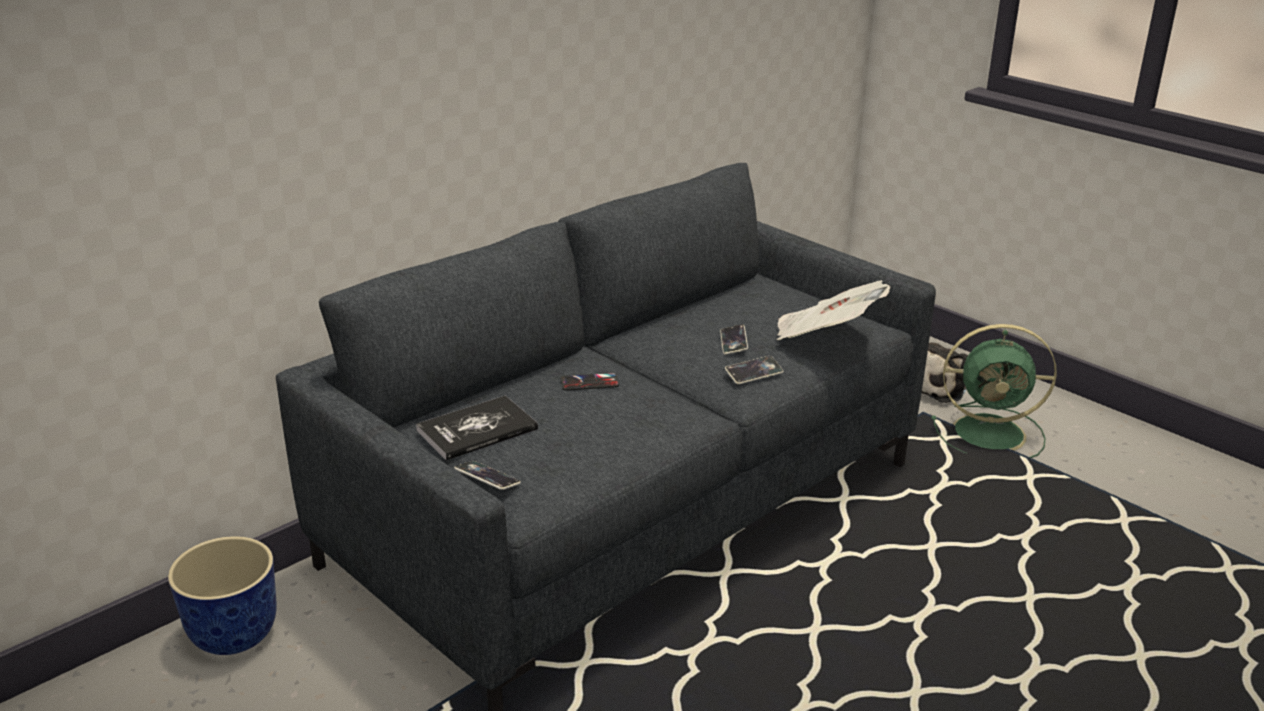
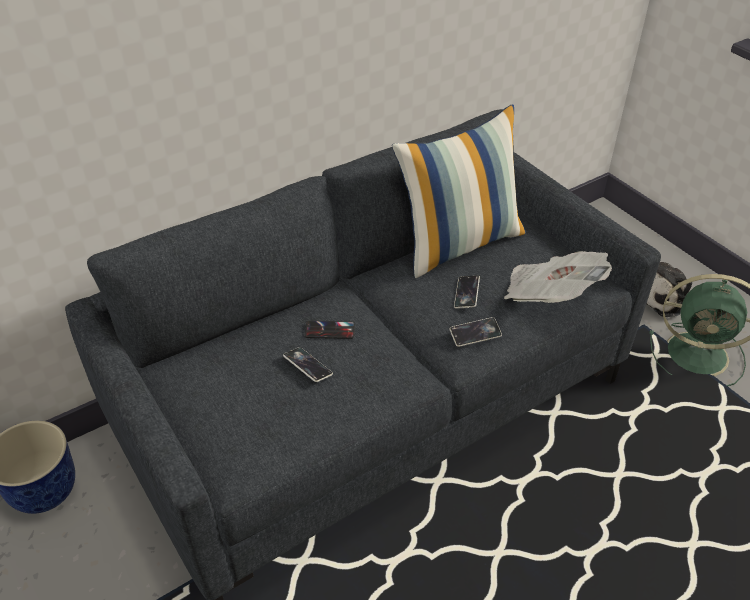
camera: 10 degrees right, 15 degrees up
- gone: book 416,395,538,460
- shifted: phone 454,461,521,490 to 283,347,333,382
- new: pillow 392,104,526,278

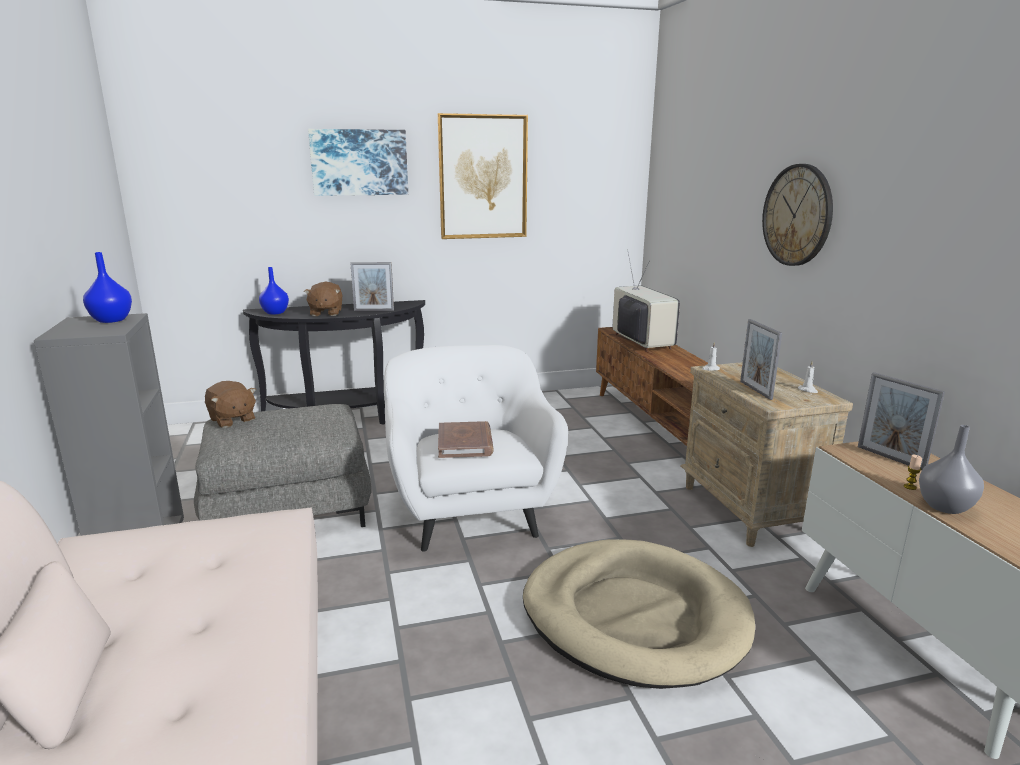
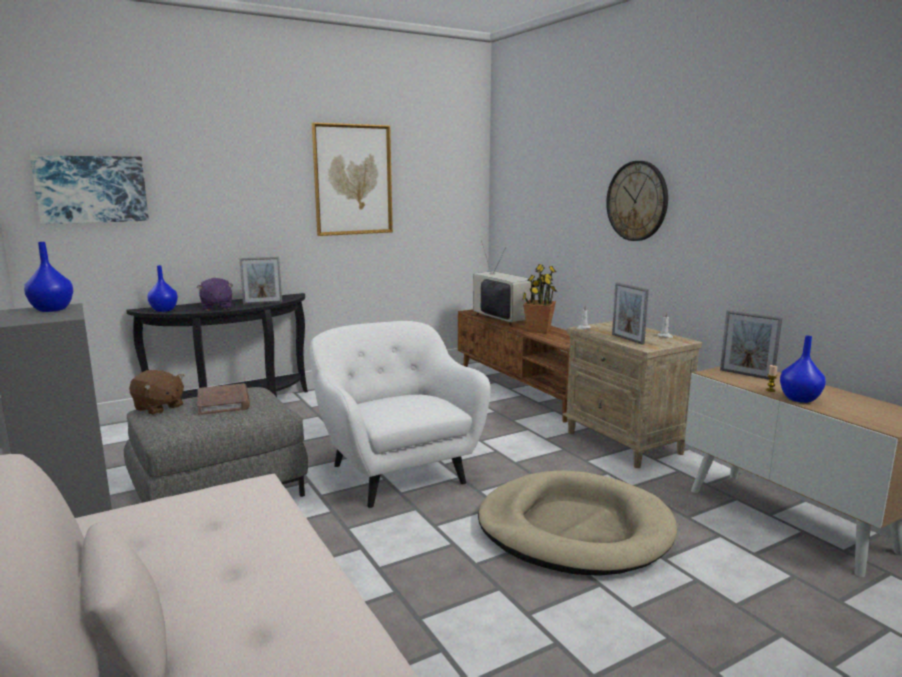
camera: 15 degrees left, 5 degrees down
- repainted: brown plush toy 304,282,342,316 to purple plush toy 197,278,233,311
- shifted: picture 308,129,408,196 to 30,155,149,224
- shifted: brown book 438,421,494,458 to 197,383,250,415
- repainted: grey vase 919,425,984,514 to blue vase 780,336,826,403
- new: potted plant 522,264,557,333

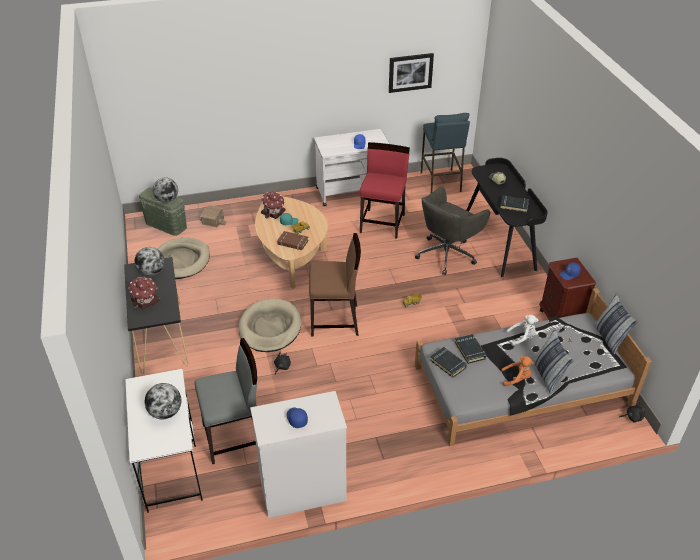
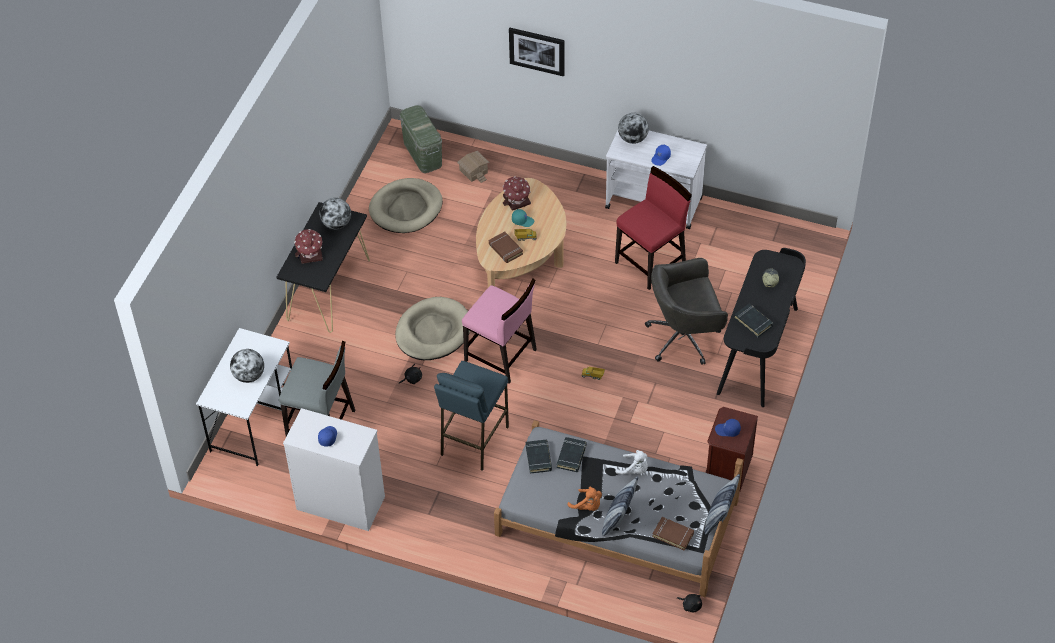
camera: 35 degrees right, 10 degrees up
- shifted: globe 153,177,178,203 to 618,113,649,144
- repainted: brown chair 309,233,361,336 to pink chair 462,278,537,384
- shifted: picture 389,53,434,93 to 509,28,565,77
- shifted: blue stool 421,113,470,193 to 434,361,509,471
- new: brown book 652,517,694,551

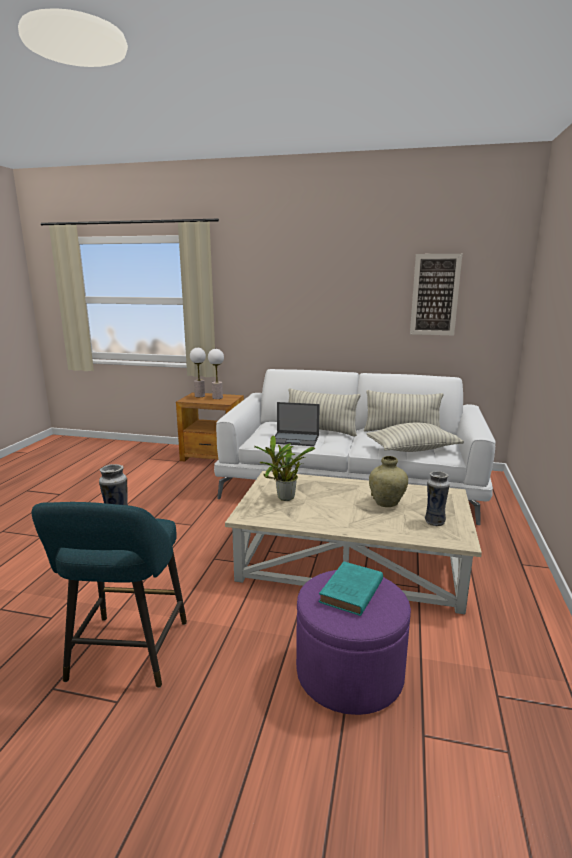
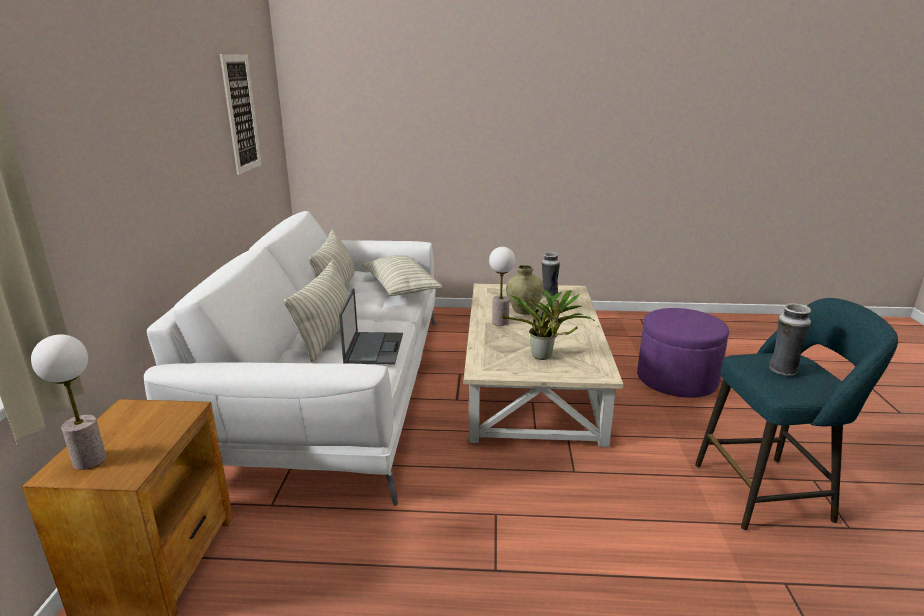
camera: 100 degrees left, 5 degrees up
- shifted: table lamp 208,349,224,399 to 489,247,515,326
- gone: turquoise book 319,561,383,616

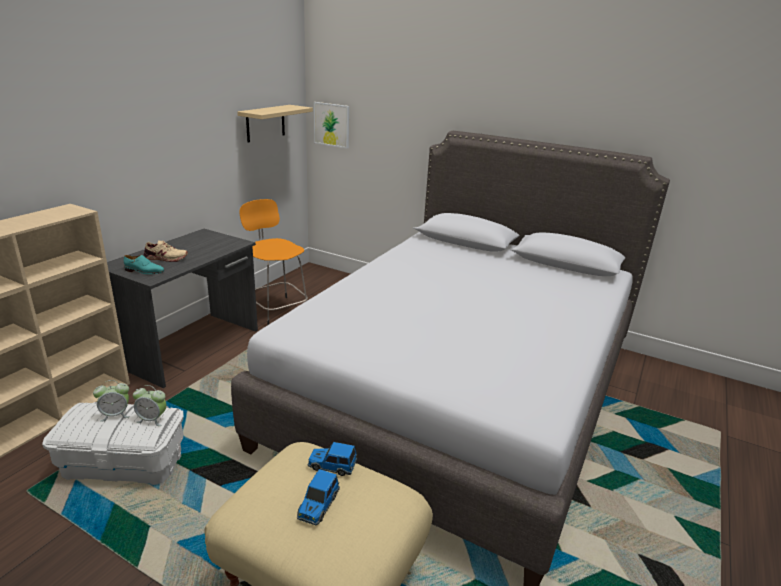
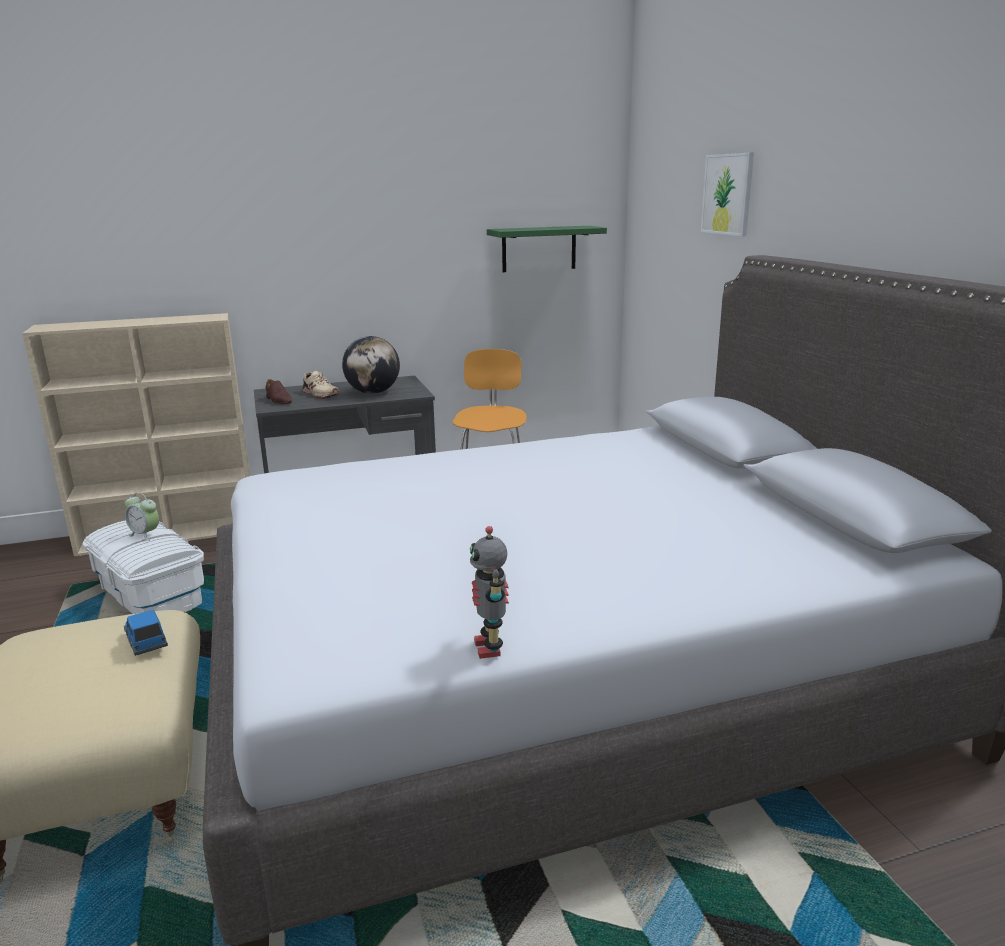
camera: 45 degrees right, 5 degrees down
- repainted: turquoise shoe 124,255,164,274 to brown shoe 265,379,292,405
- gone: alarm clock 133,385,166,426
- repainted: beige shelf 237,105,313,142 to green shelf 487,226,607,272
- gone: toy car 297,469,340,525
- shifted: picture 314,102,349,148 to 701,152,754,236
- new: globe 342,336,400,394
- new: toy robot 470,526,509,659

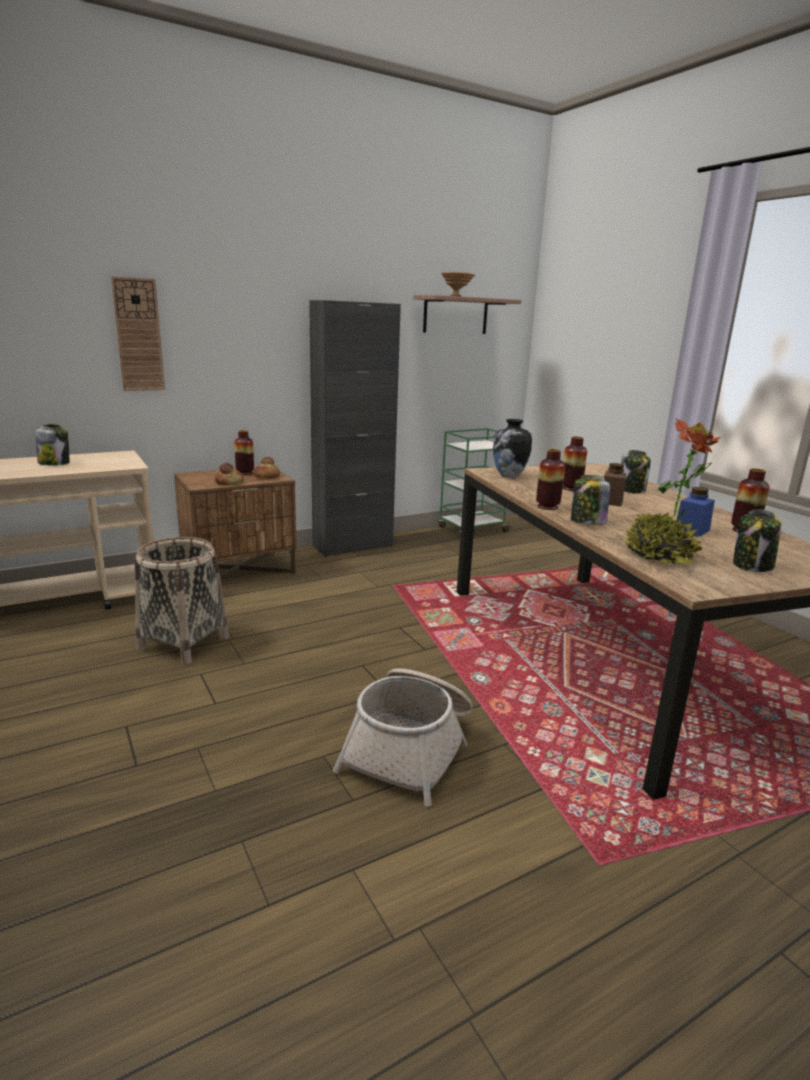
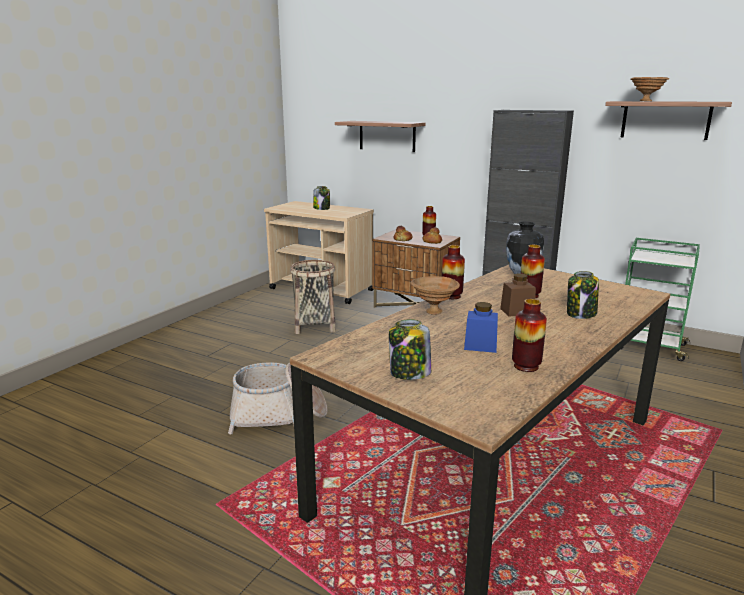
camera: 60 degrees right, 0 degrees up
- swapped: wall clock 111,276,165,391 to shelf 335,121,426,152
- swapped: jar 571,475,610,525 to brown bowl 410,276,460,315
- gone: potted plant 623,419,721,568

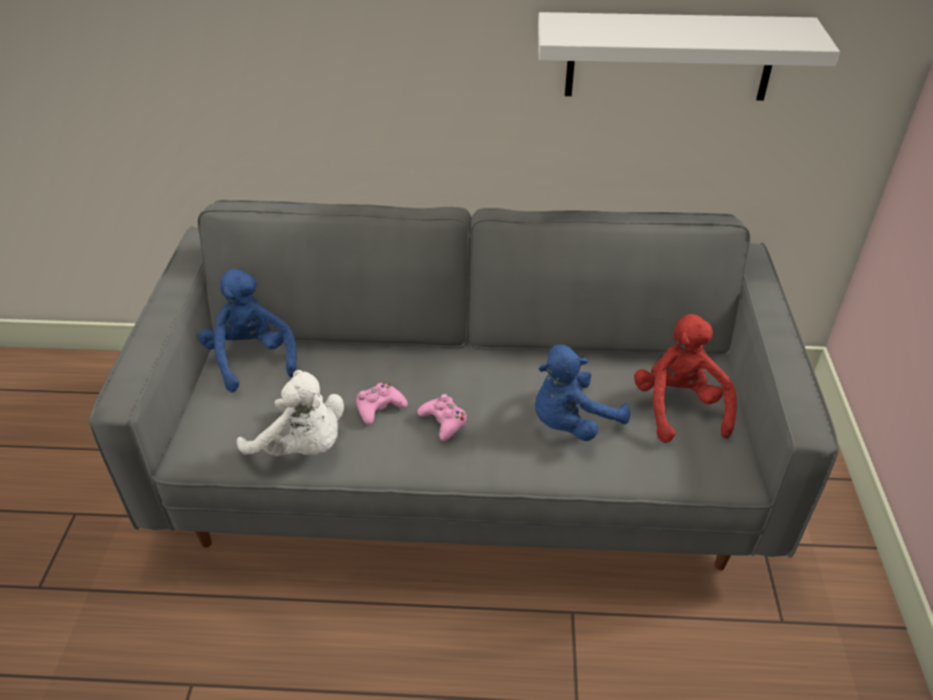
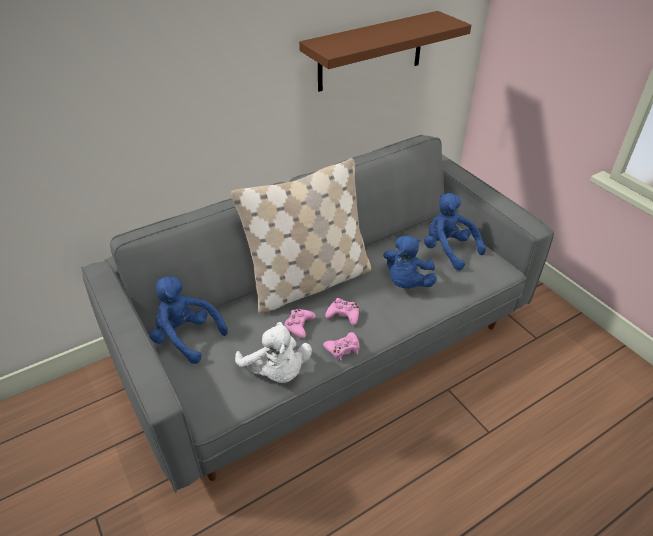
camera: 35 degrees left, 0 degrees up
- rotated: white plush toy 237,370,344,456 = 235,322,312,383 60 degrees clockwise
- repainted: white shelf 538,12,840,101 to brown shelf 299,11,471,92
- repainted: red plush toy 634,314,737,443 to blue plush toy 424,193,486,271
- new: beige pillow 231,158,371,314
- new: pink game controller 323,332,360,361

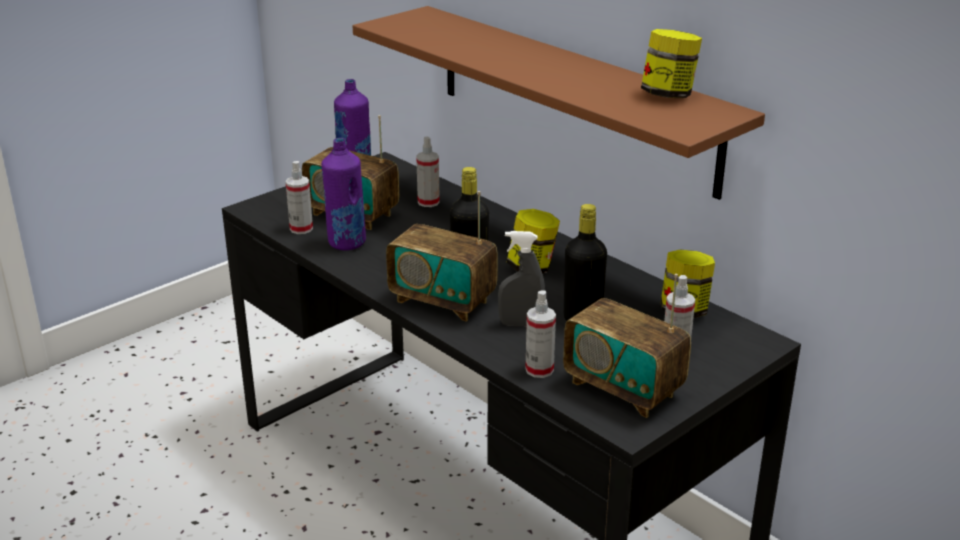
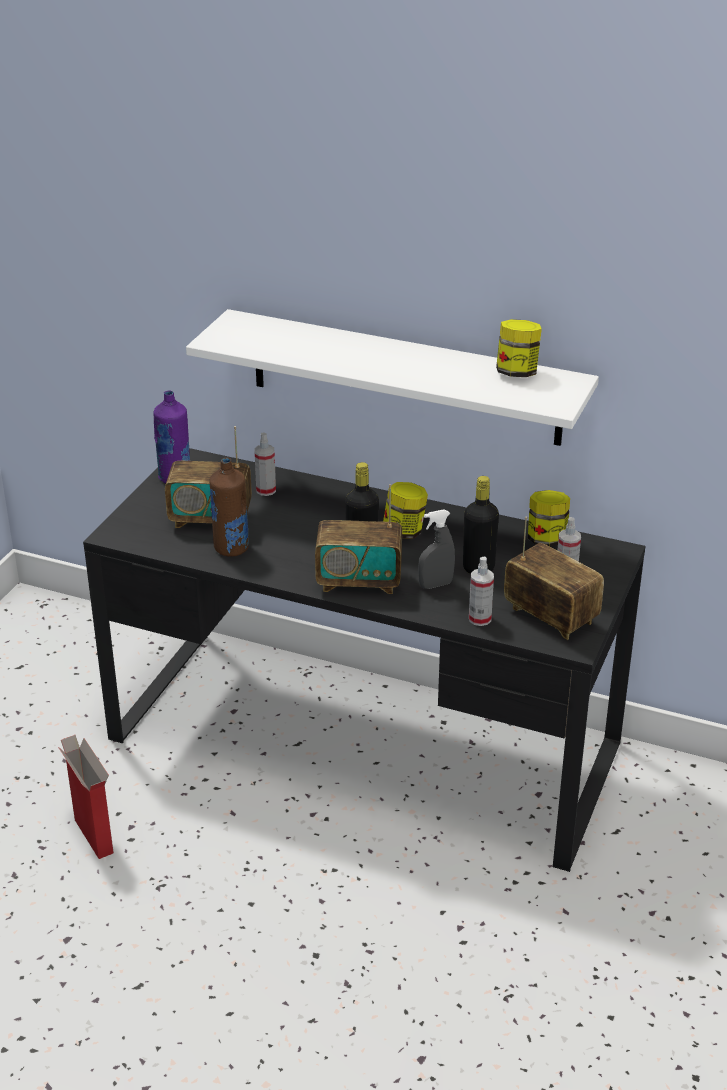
camera: 25 degrees left, 5 degrees up
- gone: spray bottle 285,161,313,234
- repainted: purple bottle 321,138,366,250 to brown bottle 209,458,249,557
- repainted: brown shelf 353,6,765,200 to white shelf 186,309,599,446
- rotated: radio 563,274,691,418 = 504,516,604,640 150 degrees counterclockwise
- new: cardboard box 58,735,114,859

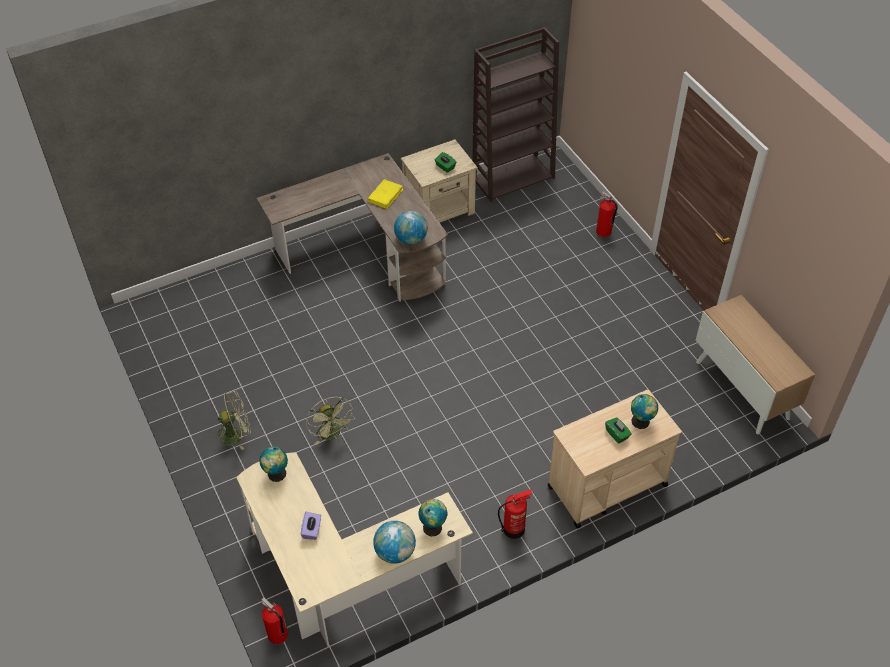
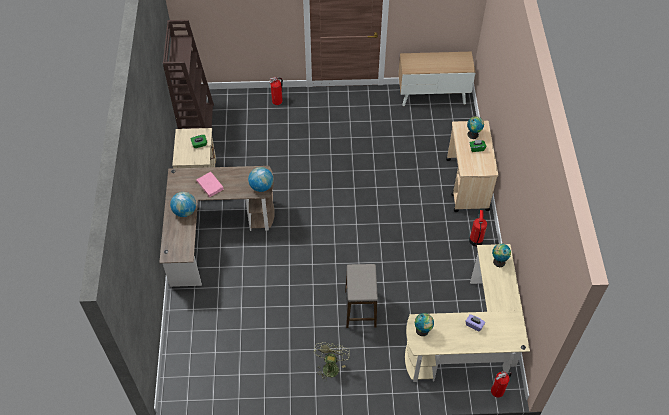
camera: 65 degrees left, 5 degrees up
- swapped: green fan 306,397,355,445 to stool 345,264,378,328
- repainted: yellow book 367,179,403,209 to pink book 196,172,224,197
- shifted: globe 373,521,416,564 to 170,192,196,217

